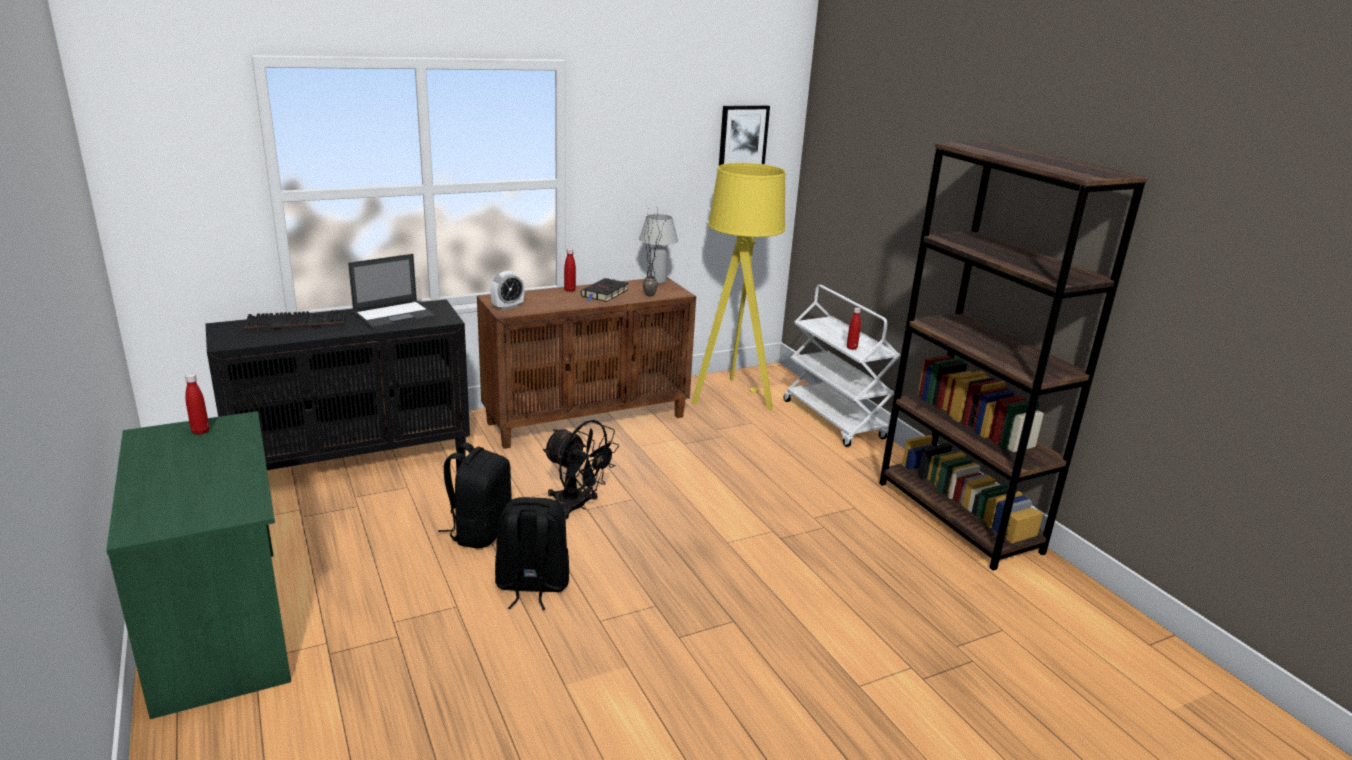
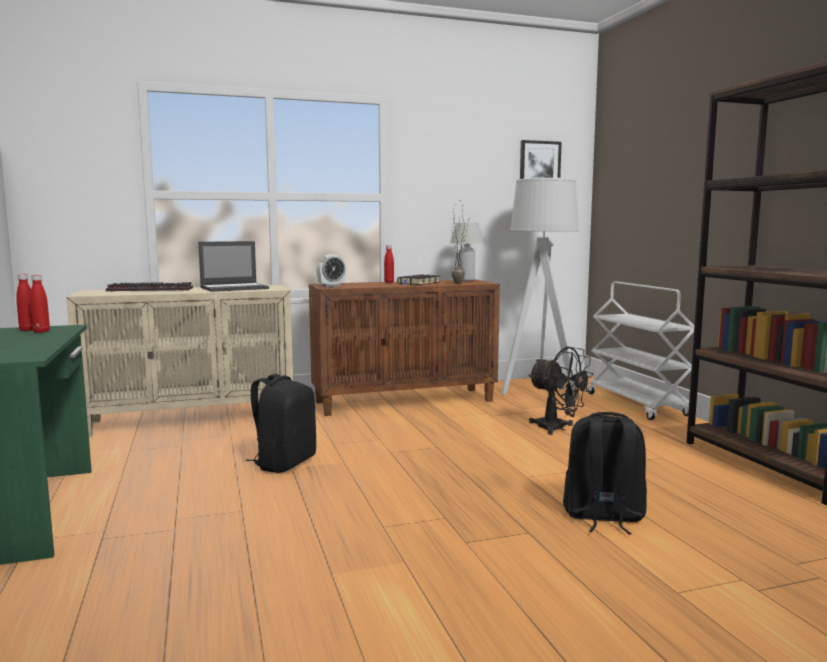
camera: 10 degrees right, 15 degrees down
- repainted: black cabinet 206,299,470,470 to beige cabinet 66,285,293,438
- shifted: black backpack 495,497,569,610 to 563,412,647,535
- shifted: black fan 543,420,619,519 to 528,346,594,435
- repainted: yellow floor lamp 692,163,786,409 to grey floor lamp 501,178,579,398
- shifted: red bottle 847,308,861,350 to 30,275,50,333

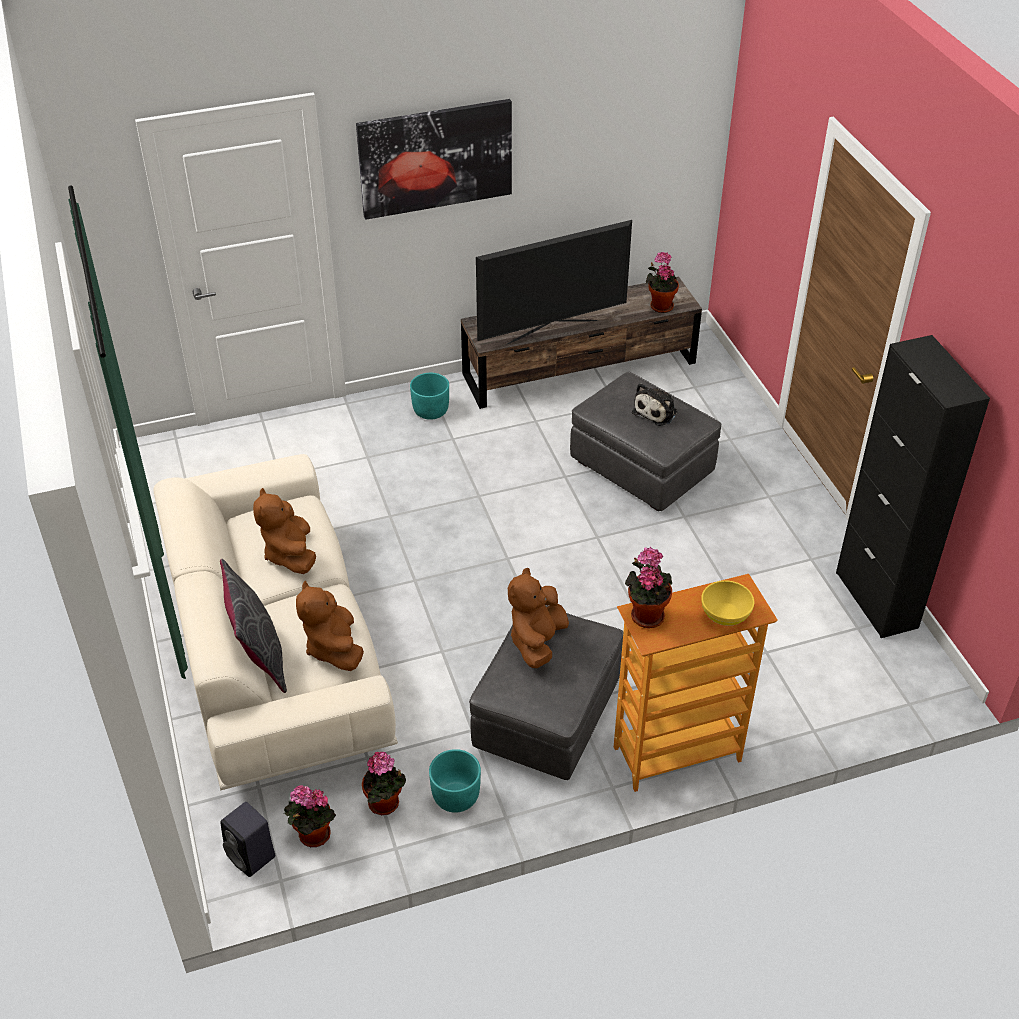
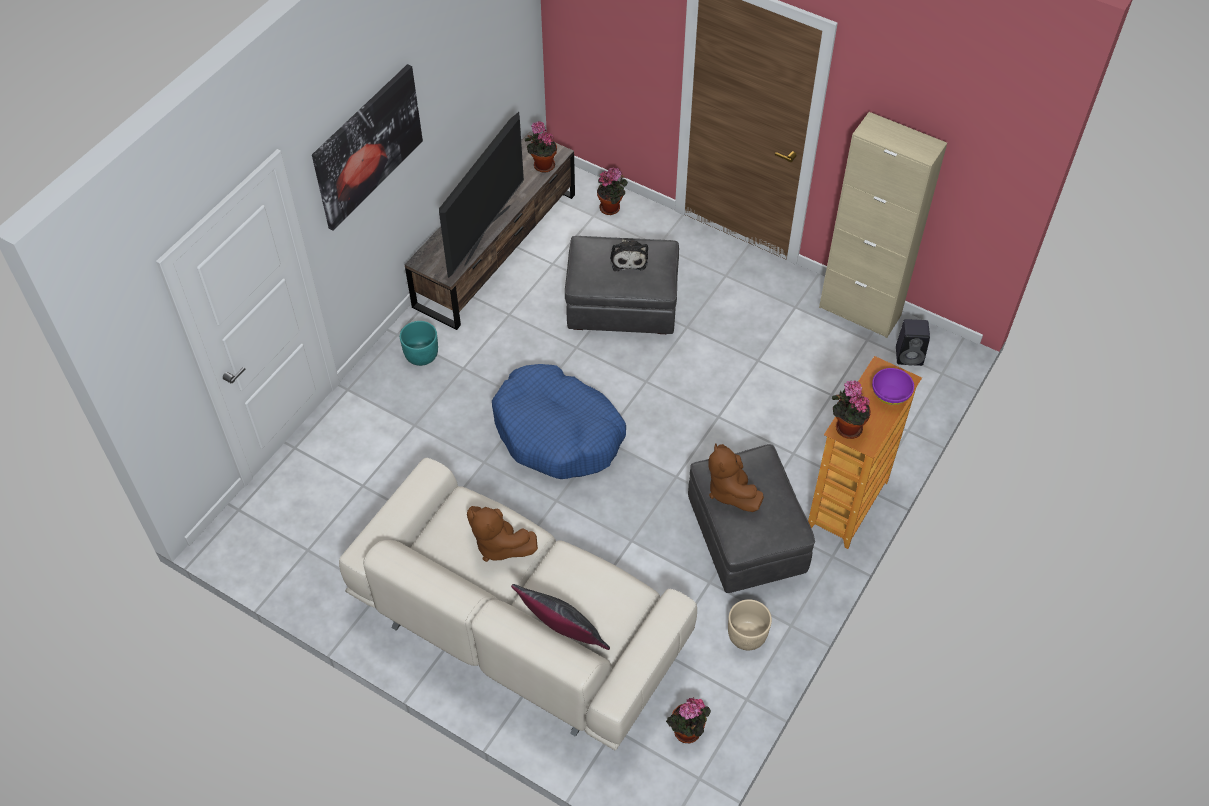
camera: 40 degrees left, 10 degrees up
- shifted: black speaker 220,802,275,877 to 896,319,930,366
- gone: brown plush toy 296,581,364,671
- shifted: potted plant 362,752,406,815 to 597,167,628,215
- repainted: turquoise planter 429,749,481,813 to beige planter 728,599,772,650
- repainted: yellow bowl 701,580,754,626 to purple bowl 872,368,914,405
- repainted: black cabinet 836,335,990,638 to beige cabinet 819,112,947,338
- new: blue dog bed 492,364,626,479

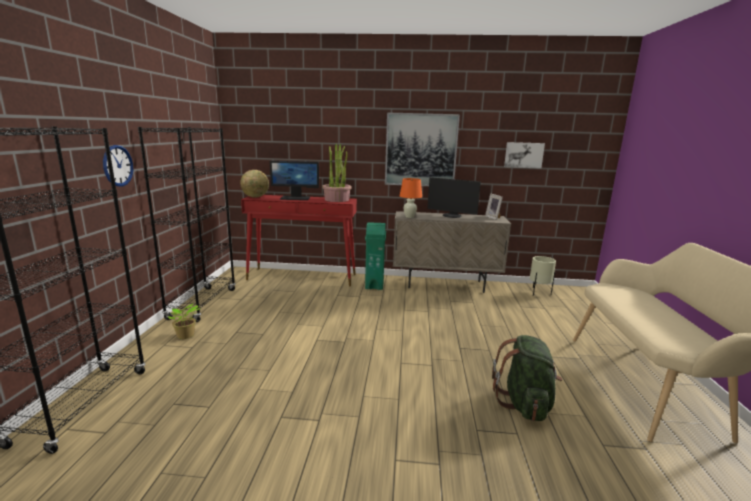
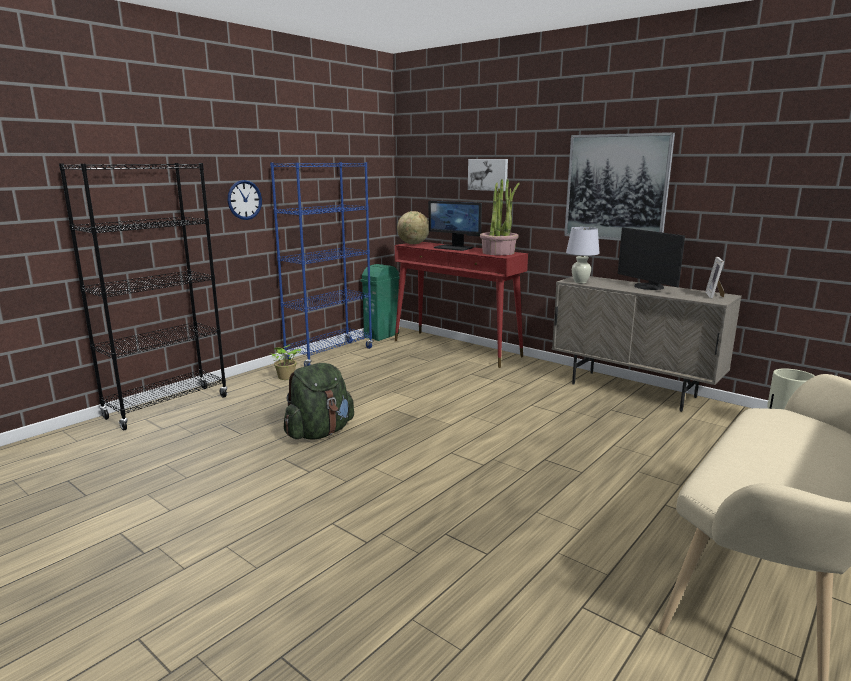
camera: 35 degrees right, 0 degrees up
- repainted: black bookcase 138,127,236,322 to blue bookcase 270,162,373,366
- shifted: green trash can 365,222,386,290 to 360,264,400,341
- repainted: orange table lamp 400,178,422,218 to white table lamp 566,227,600,283
- shifted: green backpack 492,335,562,421 to 284,363,354,439
- shifted: picture 504,142,545,169 to 468,159,508,191

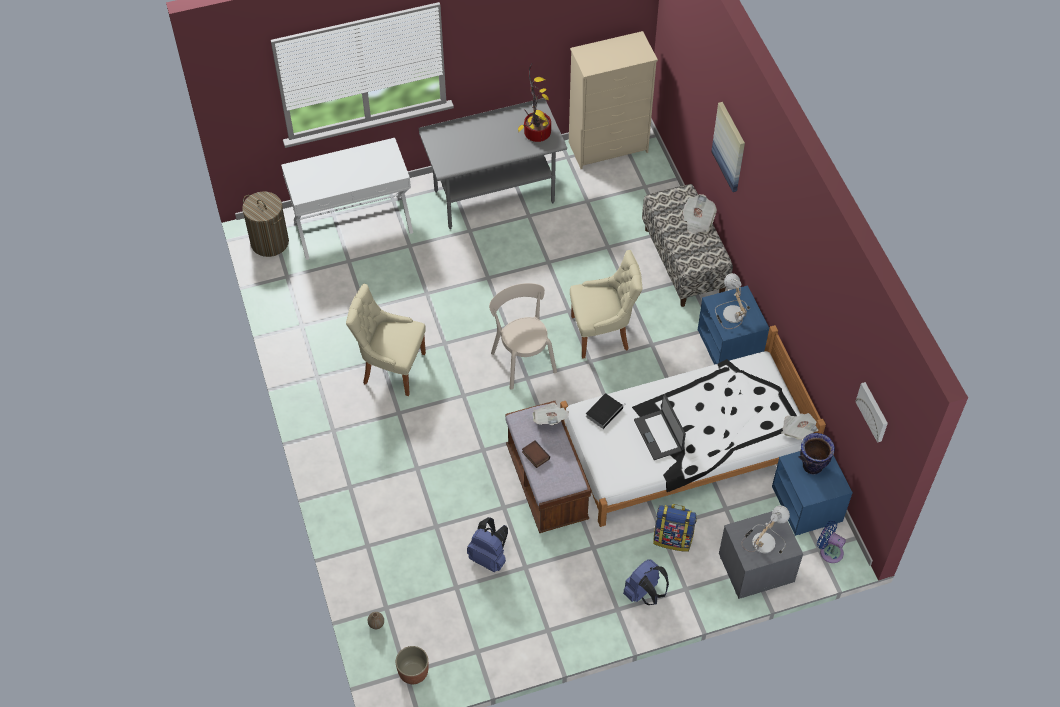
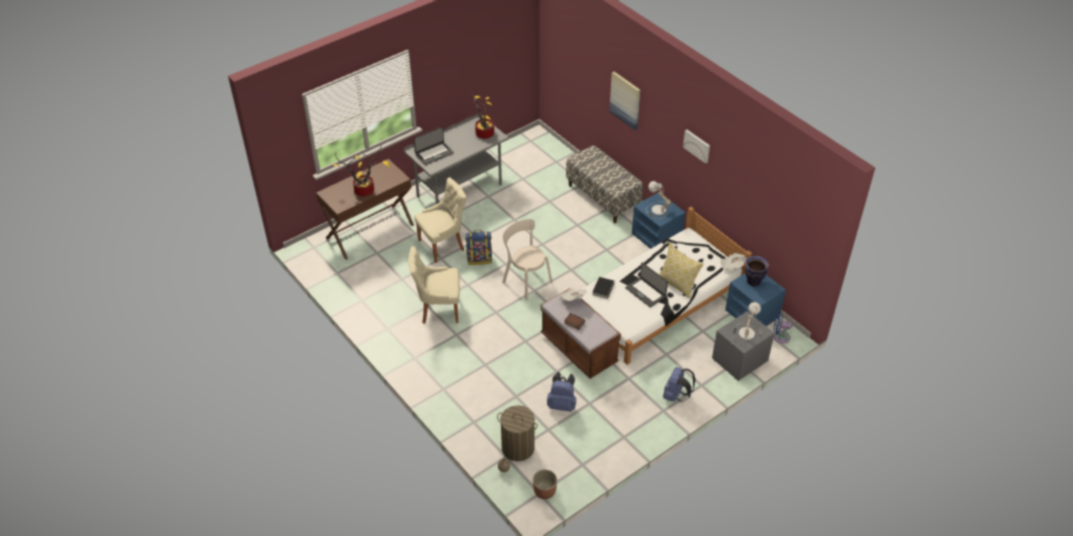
camera: 20 degrees left, 10 degrees down
- shifted: laundry basket 242,191,289,257 to 497,405,538,461
- repainted: white console table 281,138,413,260 to brown console table 316,159,414,260
- gone: beige dresser 569,31,658,169
- shifted: beige chair 570,250,643,359 to 414,177,467,263
- shifted: backpack 653,504,697,552 to 465,230,492,265
- gone: newspaper 682,194,717,234
- shifted: picture 855,382,888,443 to 683,130,710,164
- new: potted plant 332,147,390,196
- new: laptop 414,127,454,165
- new: pillow 659,243,704,299

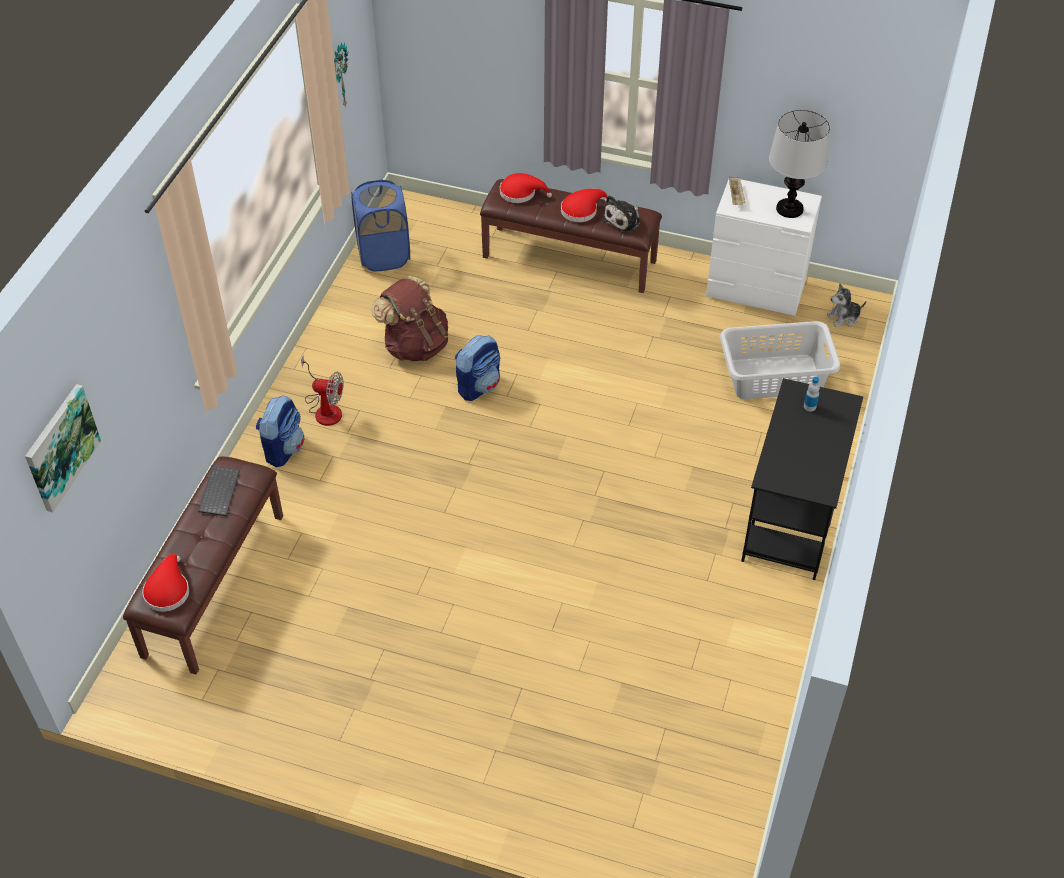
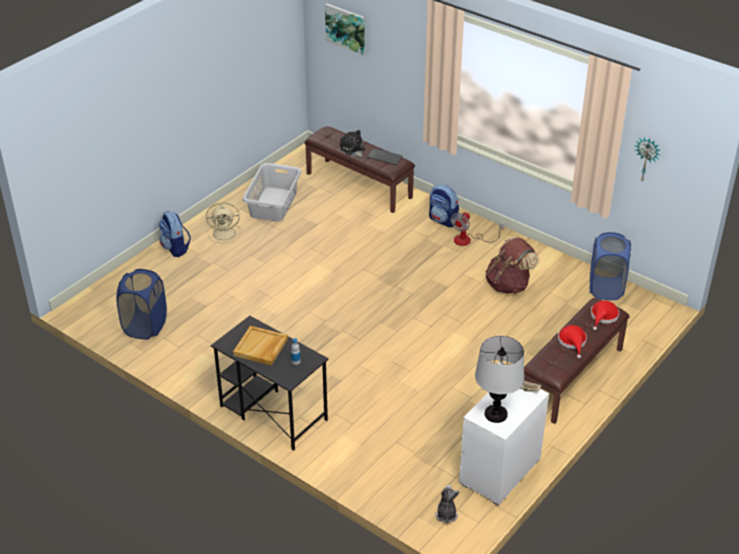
camera: 110 degrees right, 10 degrees down
- gone: red hat 142,554,189,612
- shifted: backpack 455,335,501,401 to 159,211,191,257
- shifted: plush toy 602,195,641,233 to 340,130,365,157
- shifted: grey laundry basket 720,321,840,399 to 243,163,301,222
- new: blue laundry basket 116,269,167,340
- new: beige fan 206,202,241,243
- new: beige tray 233,326,288,366

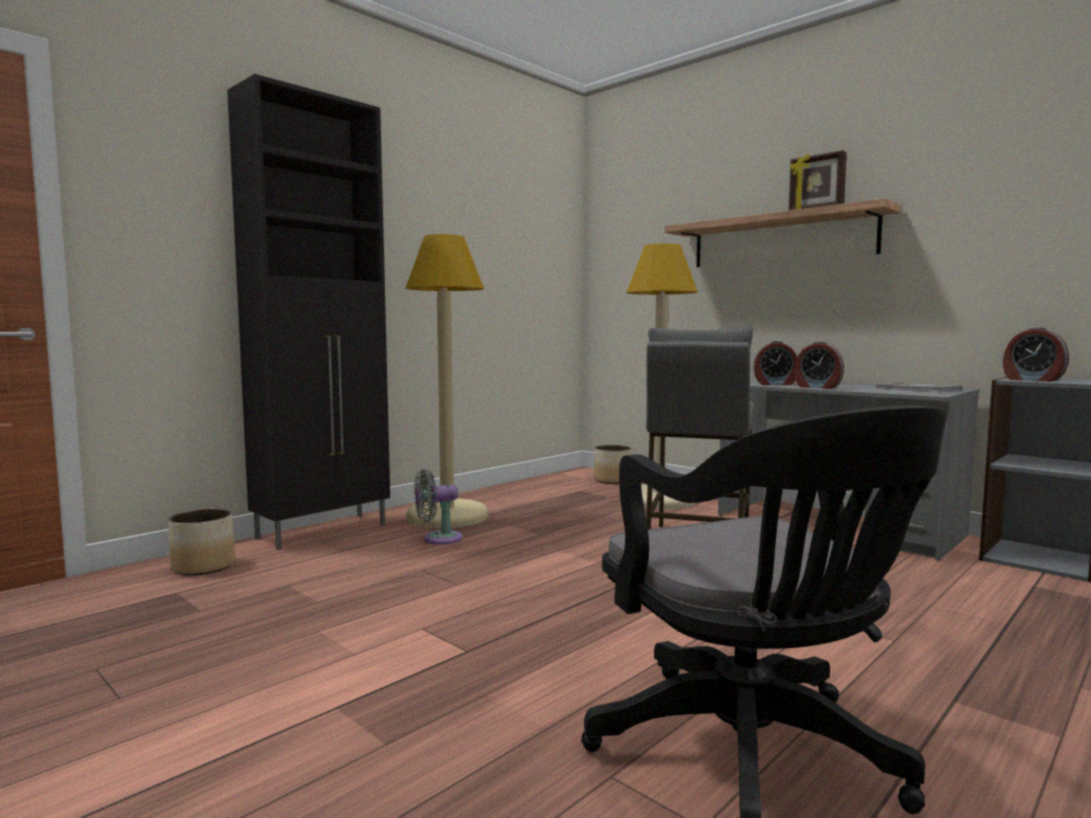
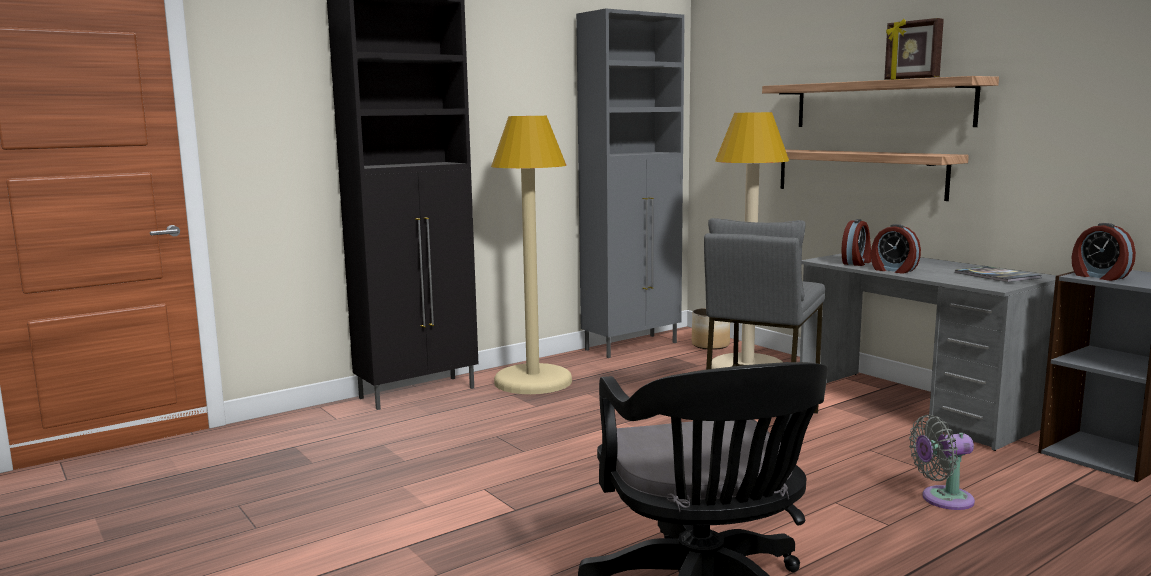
camera: 10 degrees right, 5 degrees up
- gone: planter 168,508,235,575
- shifted: grey fan 414,469,463,545 to 909,415,975,510
- rotated: alarm clock 753,341,797,385 = 841,219,871,266 75 degrees counterclockwise
- new: grey cabinet 576,9,685,358
- new: shelf 781,149,969,201

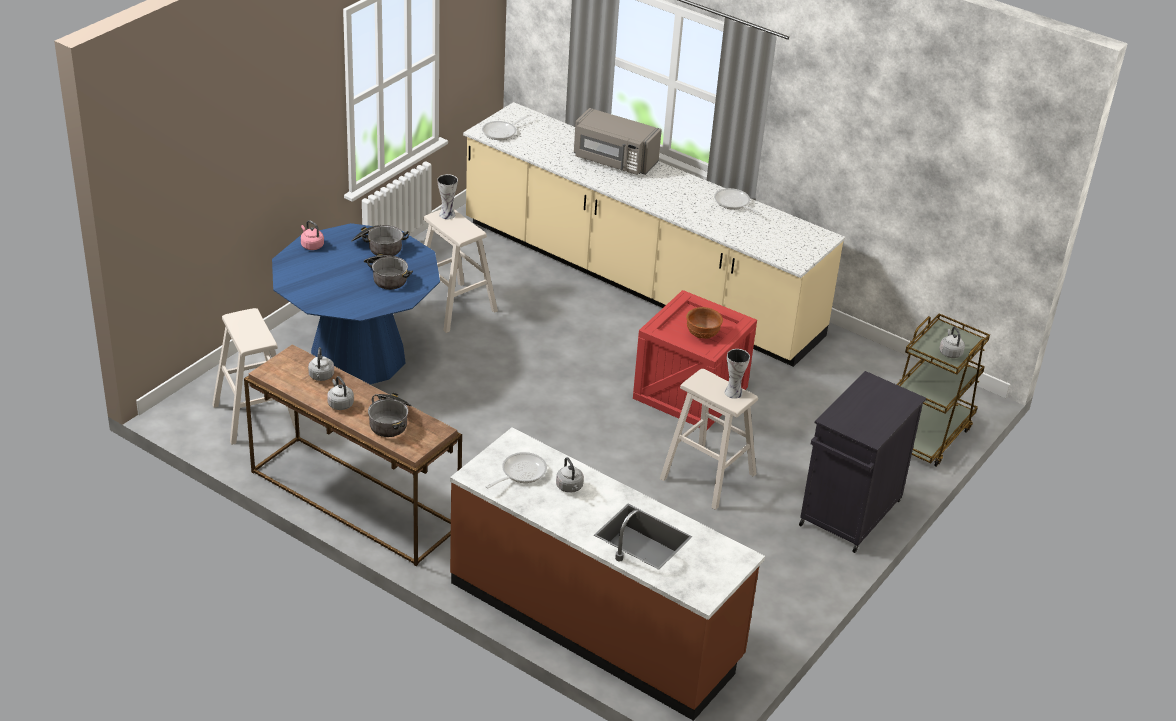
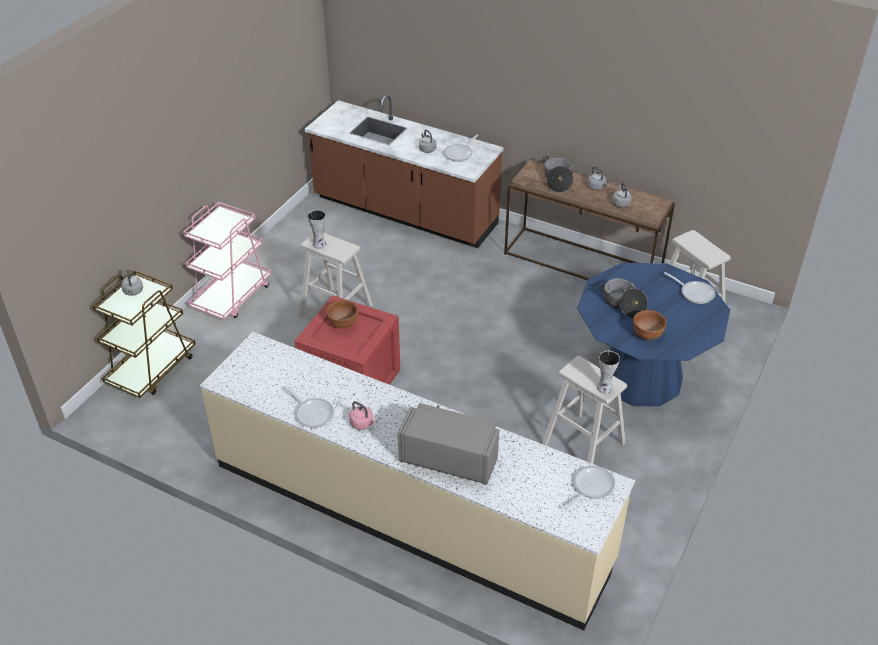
camera: 175 degrees right, 5 degrees up
- shifted: pink kettle 301,220,324,250 to 349,401,375,430
- swapped: cooking pot 352,225,410,256 to brown bowl 633,310,667,340
- swapped: black cabinet 799,371,926,553 to pink cart 183,202,272,320
- new: frying pan 664,272,715,304

